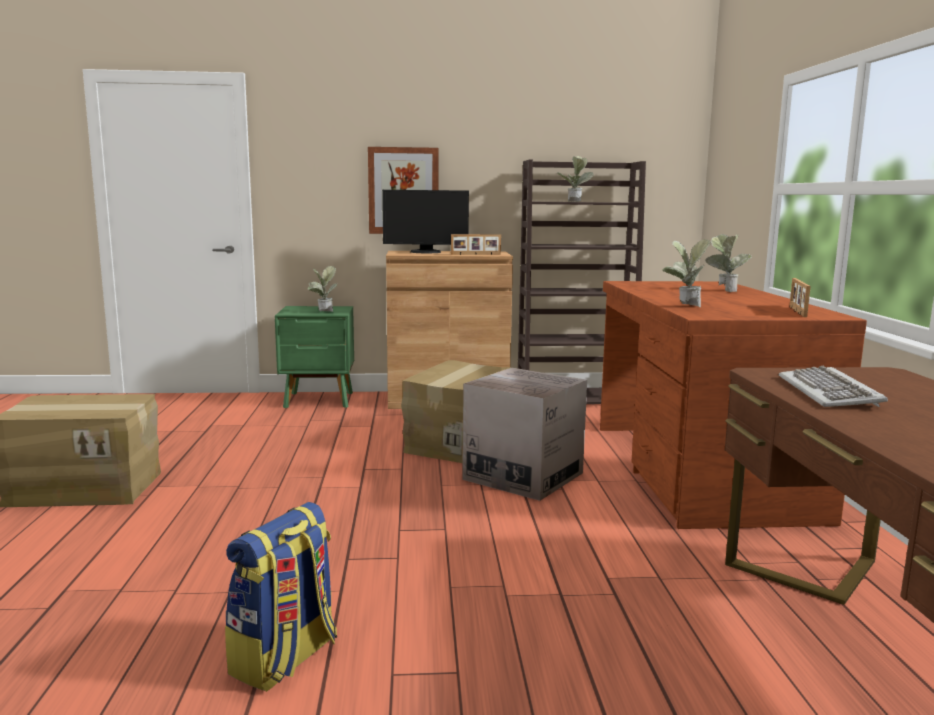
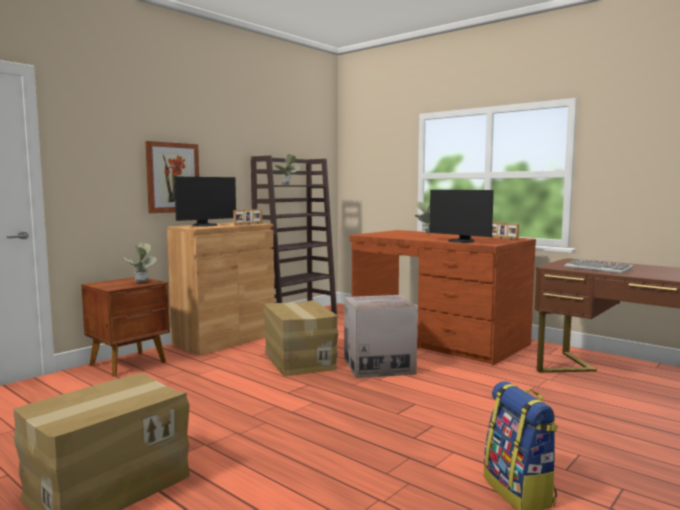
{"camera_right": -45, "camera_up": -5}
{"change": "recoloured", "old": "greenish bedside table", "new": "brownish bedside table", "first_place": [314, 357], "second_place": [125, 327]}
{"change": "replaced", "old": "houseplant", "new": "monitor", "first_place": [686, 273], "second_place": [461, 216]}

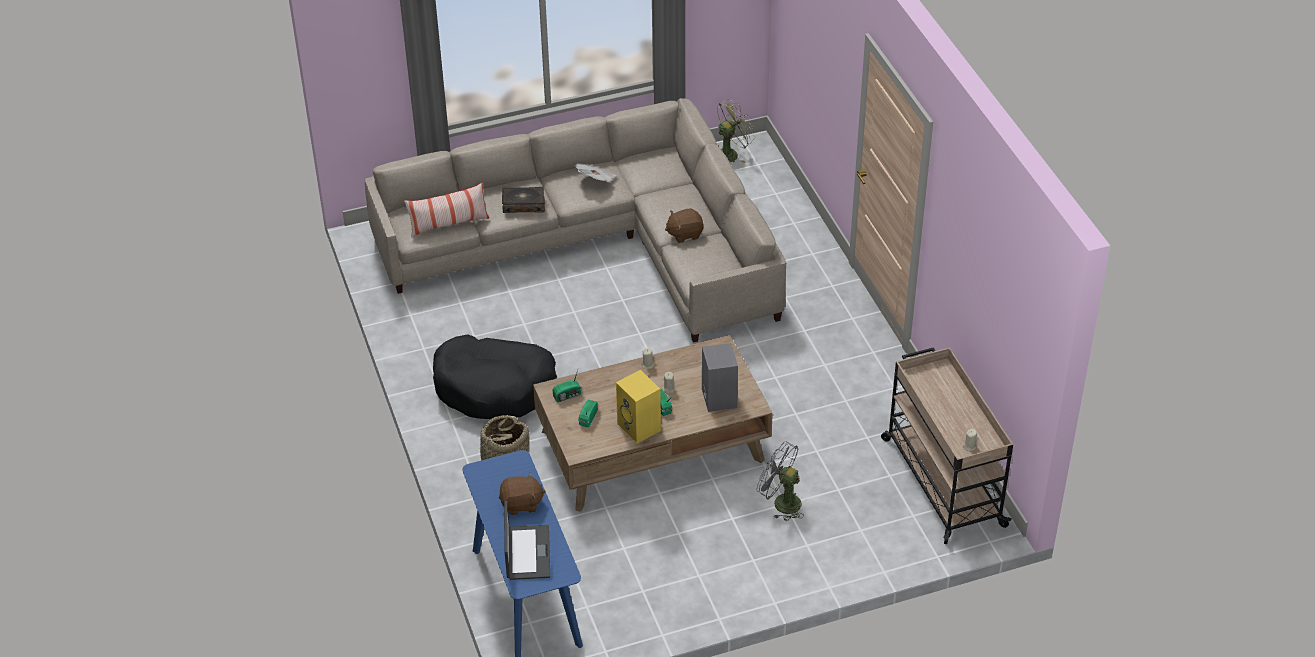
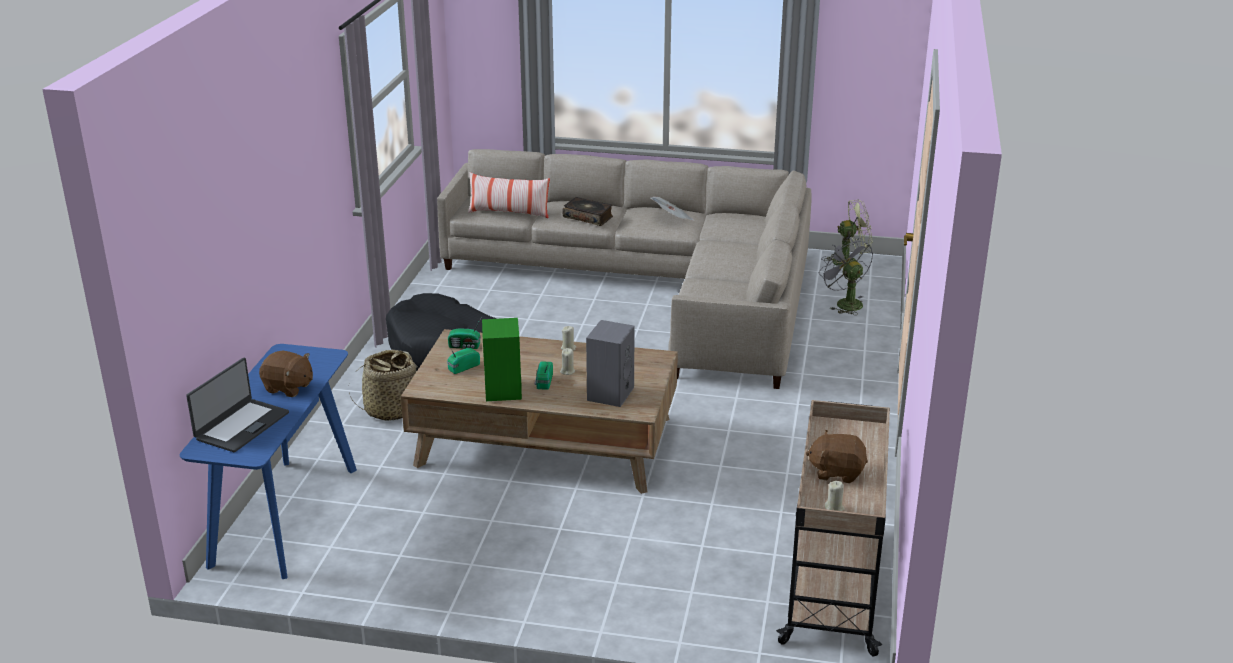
{"camera_right": 30, "camera_up": -15}
{"change": "recoloured", "old": "yellow-coloured loudspeaker", "new": "greenish loudspeaker", "first_place": [638, 407], "second_place": [502, 359]}
{"change": "moved", "old": "brownish soft toy", "first_place": [684, 225], "second_place": [837, 456]}
{"change": "moved", "old": "grey electric fan", "first_place": [780, 481], "second_place": [846, 276]}

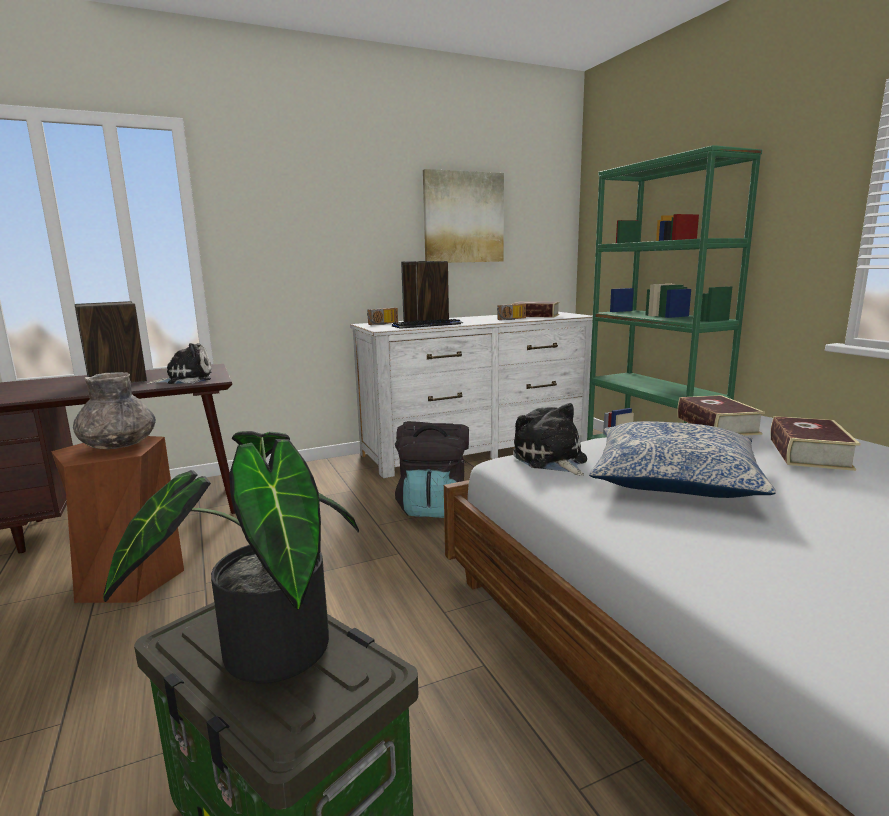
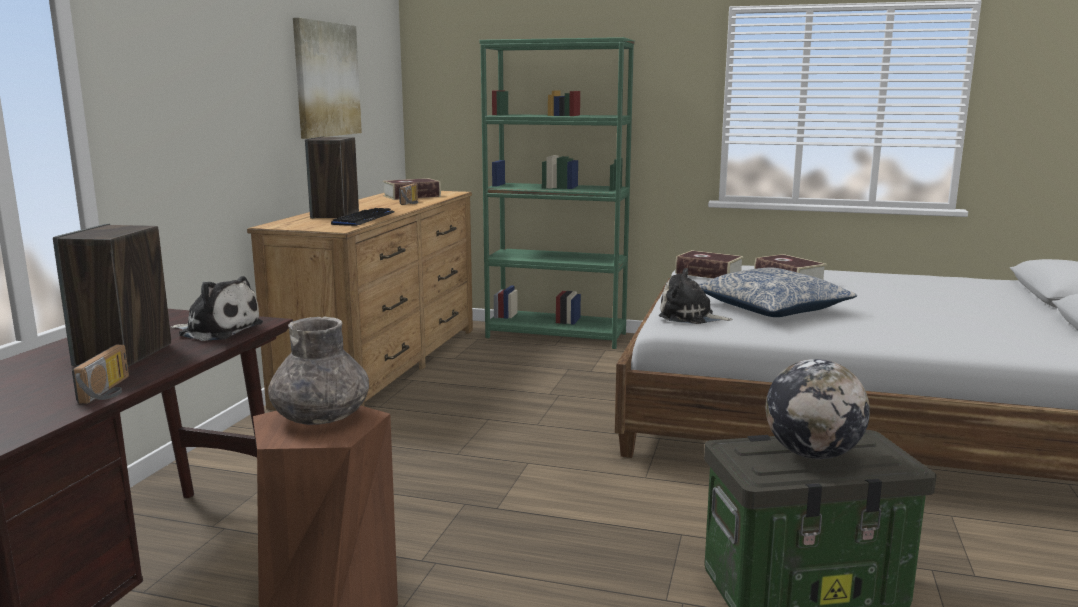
{"camera_right": -50, "camera_up": 0}
{"change": "replaced", "old": "houseplant", "new": "globe", "first_place": [231, 557], "second_place": [818, 409]}
{"change": "turned", "old": "soft toy", "first_place": [179, 363], "second_place": [216, 308], "degrees": 90}
{"change": "recoloured", "old": "white-coloured drawer chest", "new": "brownish drawer chest", "first_place": [471, 395], "second_place": [360, 301]}
{"change": "moved", "old": "radio receiver", "first_place": [382, 316], "second_place": [100, 374]}
{"change": "removed", "old": "black rucksack", "first_place": [432, 469]}

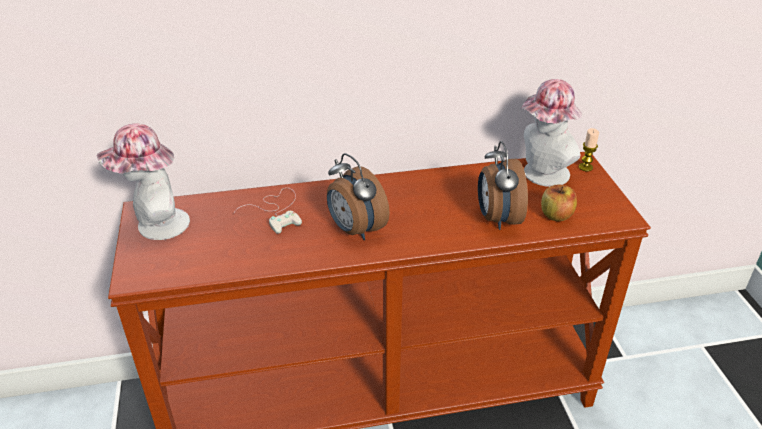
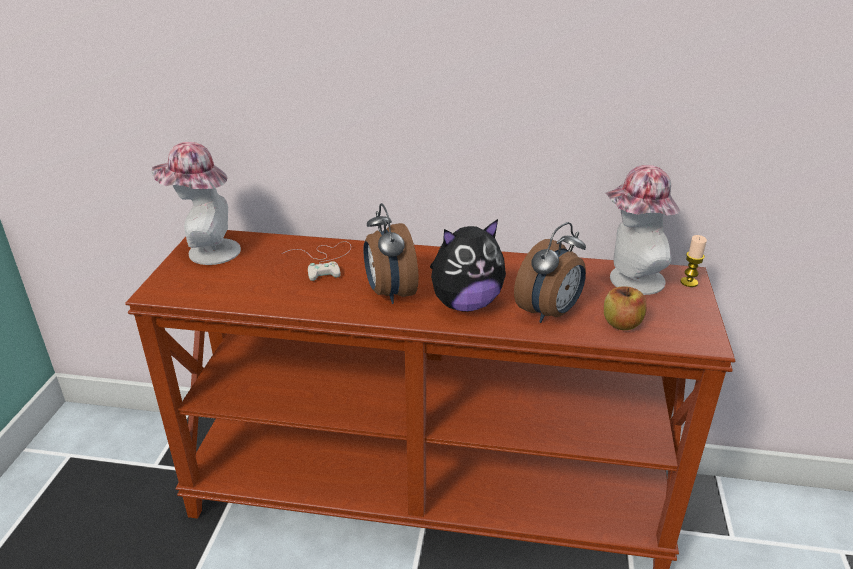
{"camera_right": 20, "camera_up": -5}
{"change": "turned", "old": "alarm clock", "first_place": [503, 185], "second_place": [550, 272], "degrees": -150}
{"change": "added", "new": "soft toy", "second_place": [468, 265]}

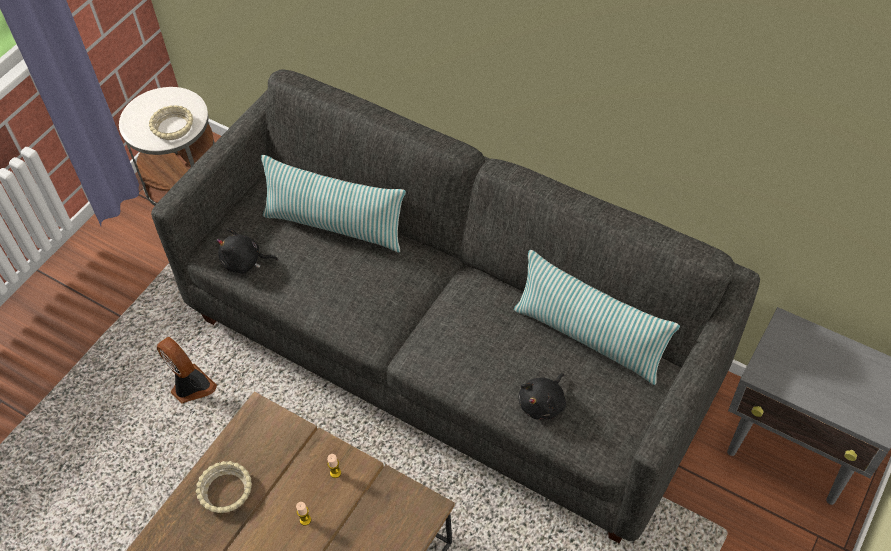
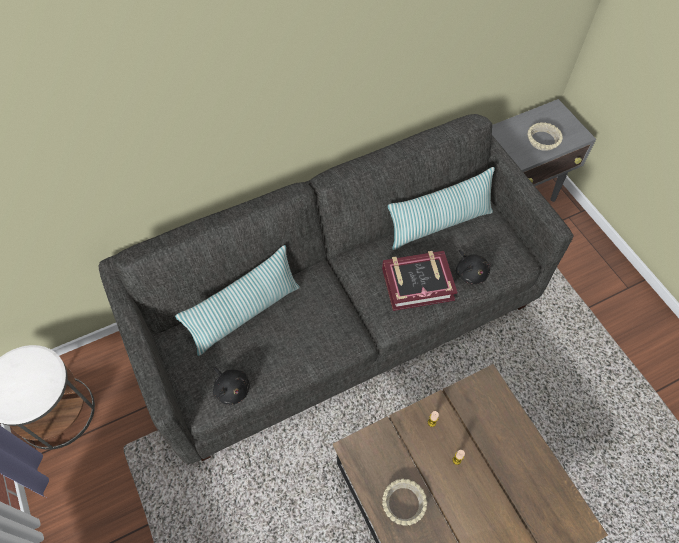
{"camera_right": -60, "camera_up": 5}
{"change": "moved", "old": "sand-coloured serving bowl", "first_place": [171, 122], "second_place": [545, 136]}
{"change": "removed", "old": "electric fan", "first_place": [187, 370]}
{"change": "turned", "old": "black soft toy", "first_place": [247, 251], "second_place": [231, 386], "degrees": -75}
{"change": "added", "new": "book", "second_place": [420, 281]}

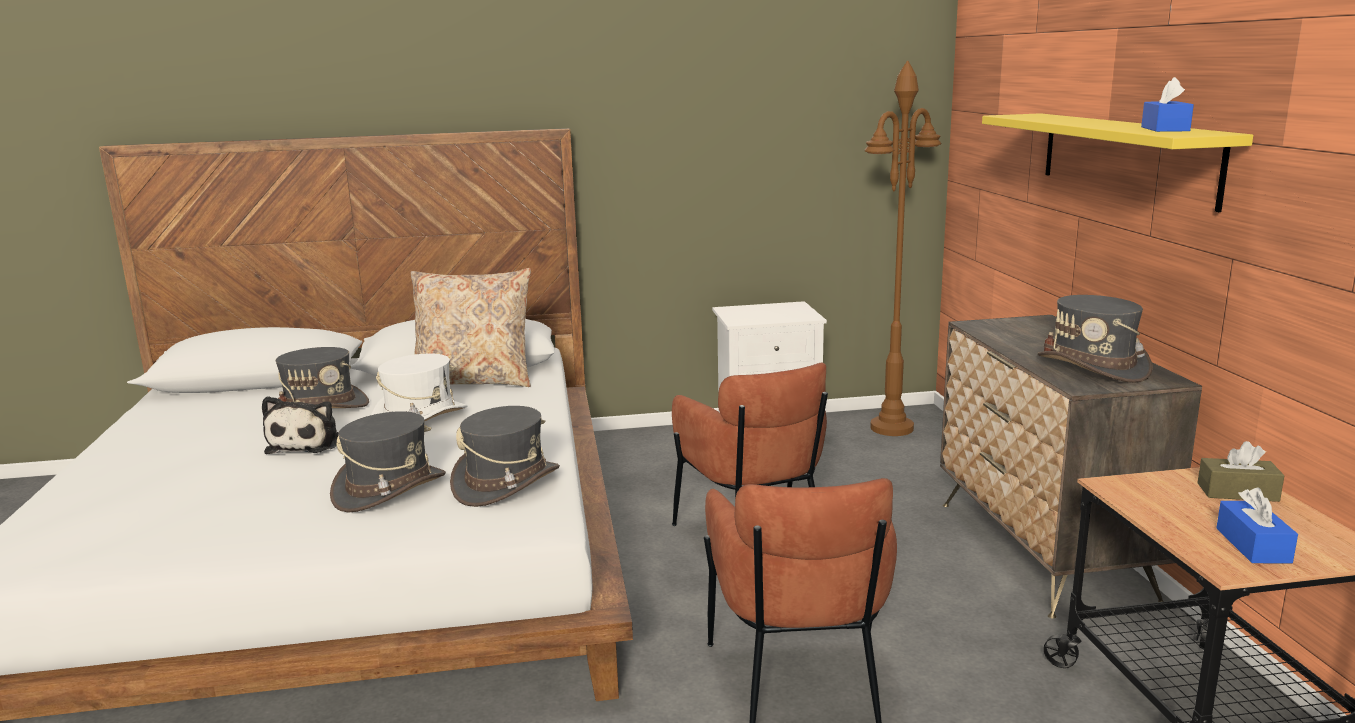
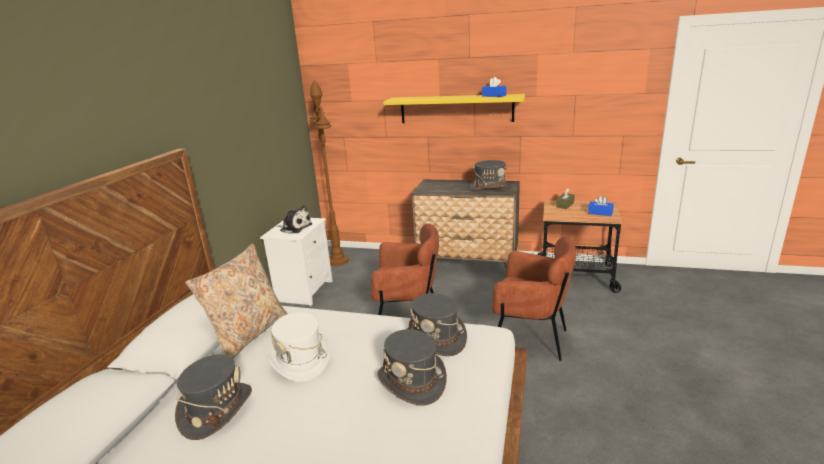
{"camera_right": -65, "camera_up": 5}
{"change": "moved", "old": "soft toy", "first_place": [300, 425], "second_place": [294, 219]}

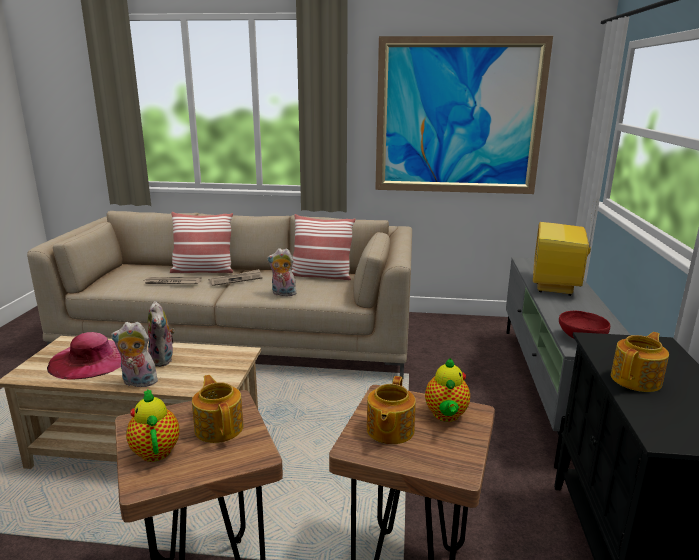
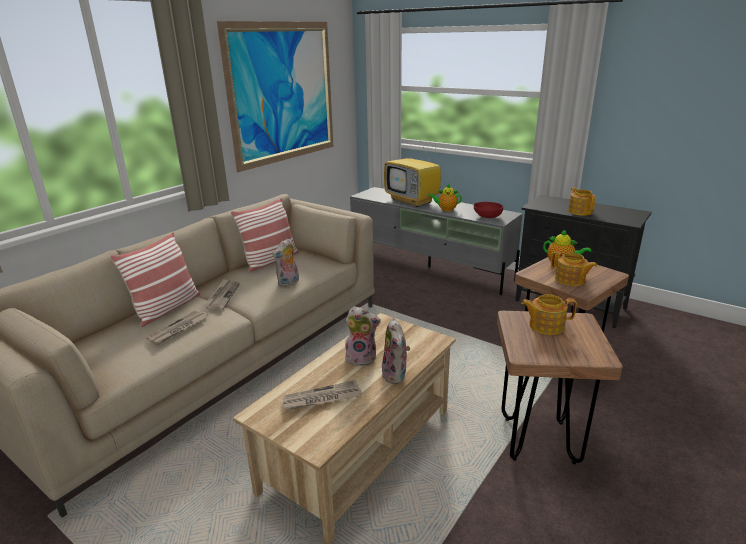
{"camera_right": -60, "camera_up": 5}
{"change": "replaced", "old": "pinkish clothing hat", "new": "printed paper", "first_place": [84, 356], "second_place": [322, 395]}
{"change": "turned", "old": "soft toy", "first_place": [136, 354], "second_place": [396, 351], "degrees": -45}
{"change": "moved", "old": "pot for tea", "first_place": [152, 425], "second_place": [445, 198]}

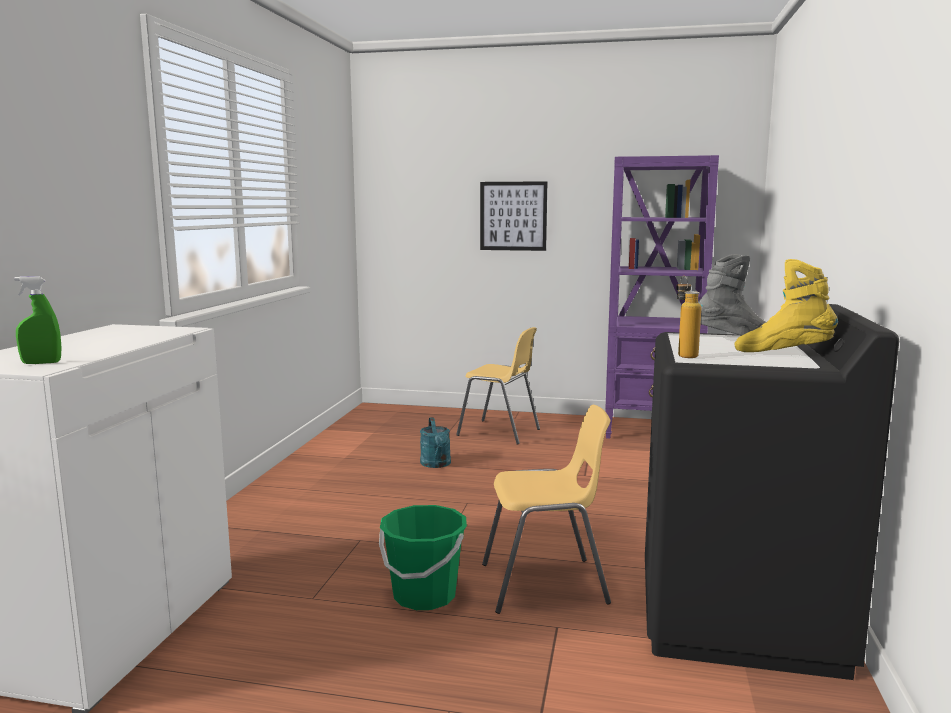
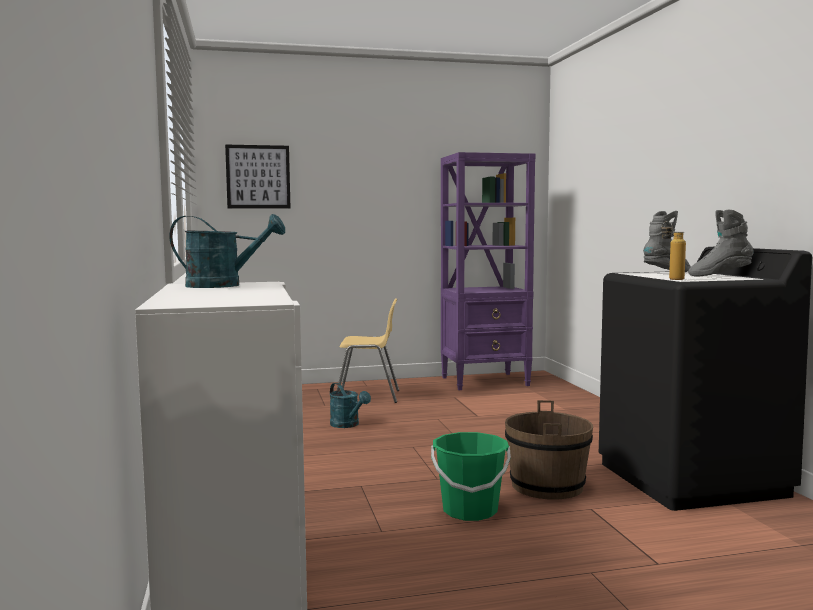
{"camera_right": -25, "camera_up": -5}
{"change": "removed", "old": "greenish spray bottle", "first_place": [38, 320]}
{"change": "moved", "old": "wall picture", "first_place": [513, 216], "second_place": [257, 176]}
{"change": "replaced", "old": "yellow-coloured chair", "new": "brownish bucket", "first_place": [546, 509], "second_place": [549, 450]}
{"change": "recoloured", "old": "yellow-coloured tall boot", "new": "grey tall boot", "first_place": [786, 305], "second_place": [721, 243]}
{"change": "added", "new": "blue-green watering can", "second_place": [227, 251]}

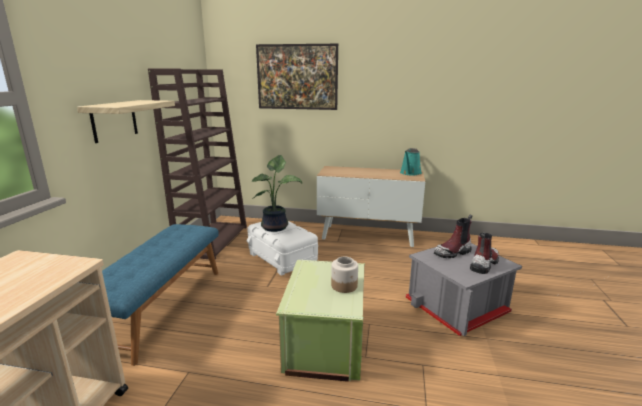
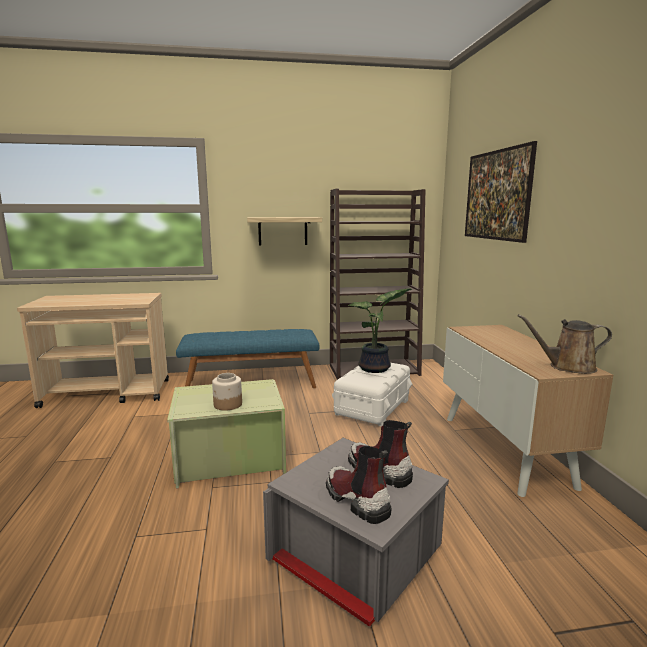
{"camera_right": 70, "camera_up": -5}
{"change": "recoloured", "old": "blue-green watering can", "new": "brownish watering can", "first_place": [411, 162], "second_place": [565, 344]}
{"change": "turned", "old": "tall boot", "first_place": [484, 253], "second_place": [359, 485], "degrees": -150}

